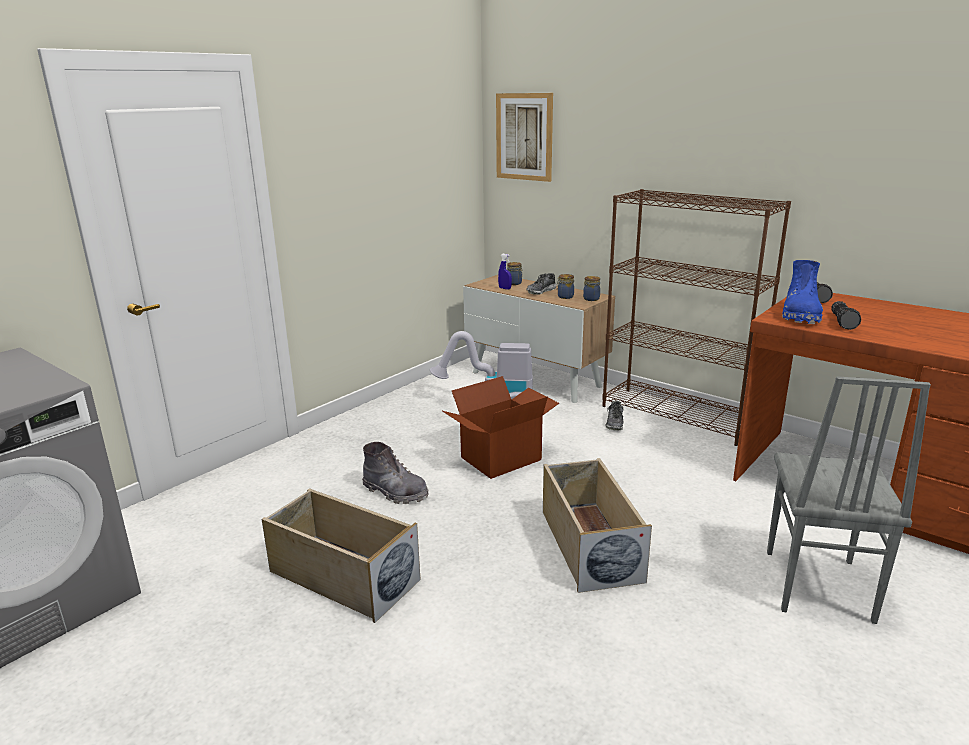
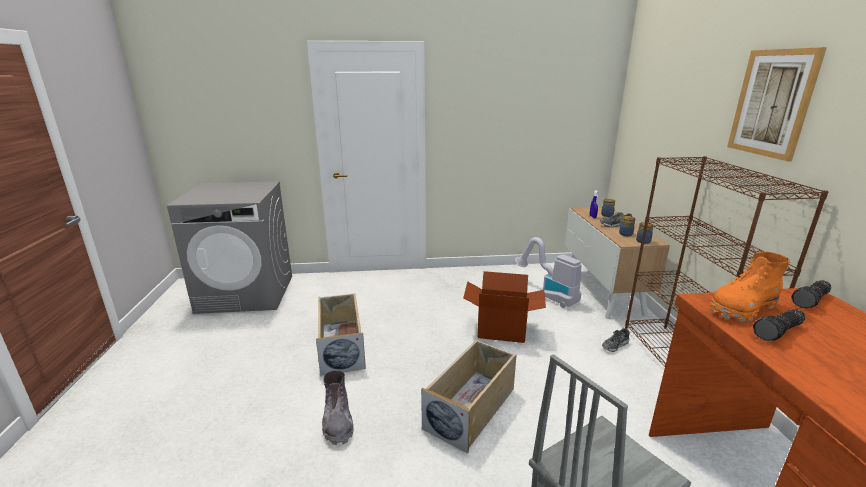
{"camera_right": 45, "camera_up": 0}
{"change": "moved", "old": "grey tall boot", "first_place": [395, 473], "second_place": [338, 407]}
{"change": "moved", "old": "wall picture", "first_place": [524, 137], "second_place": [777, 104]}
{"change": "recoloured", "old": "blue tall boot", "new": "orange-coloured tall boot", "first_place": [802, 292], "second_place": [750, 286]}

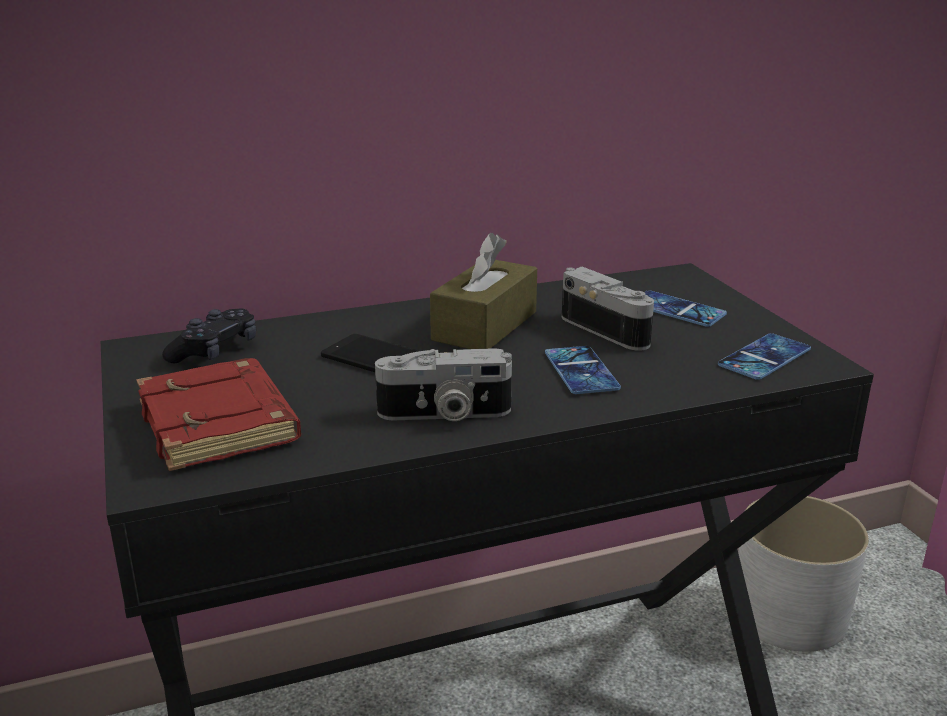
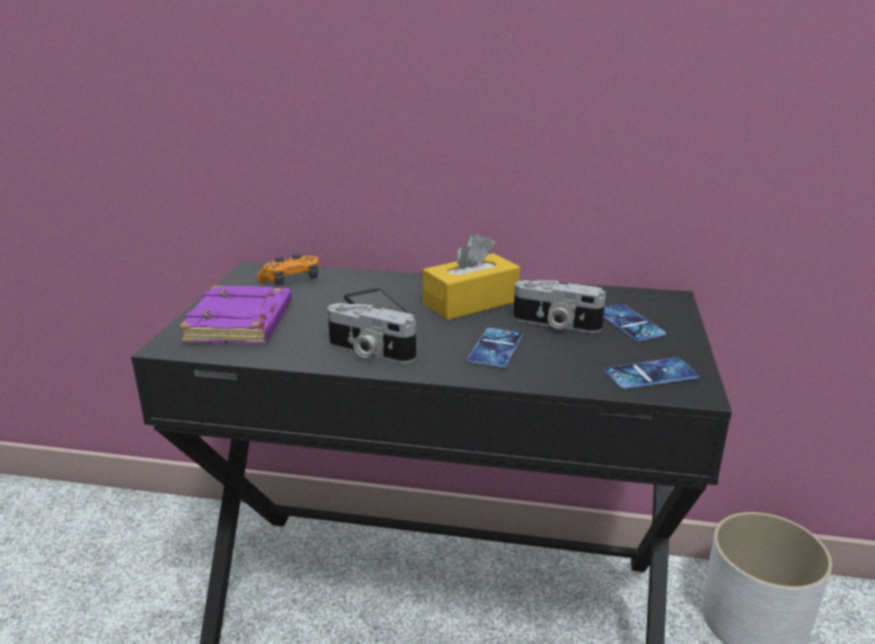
{"camera_right": 30, "camera_up": 0}
{"change": "recoloured", "old": "red book", "new": "purple book", "first_place": [218, 414], "second_place": [235, 314]}
{"change": "recoloured", "old": "black joypad", "new": "orange-coloured joypad", "first_place": [209, 335], "second_place": [288, 269]}
{"change": "recoloured", "old": "brownish tissue holder", "new": "yellow-coloured tissue holder", "first_place": [483, 291], "second_place": [471, 276]}
{"change": "turned", "old": "photo camera", "first_place": [608, 309], "second_place": [559, 306], "degrees": 120}

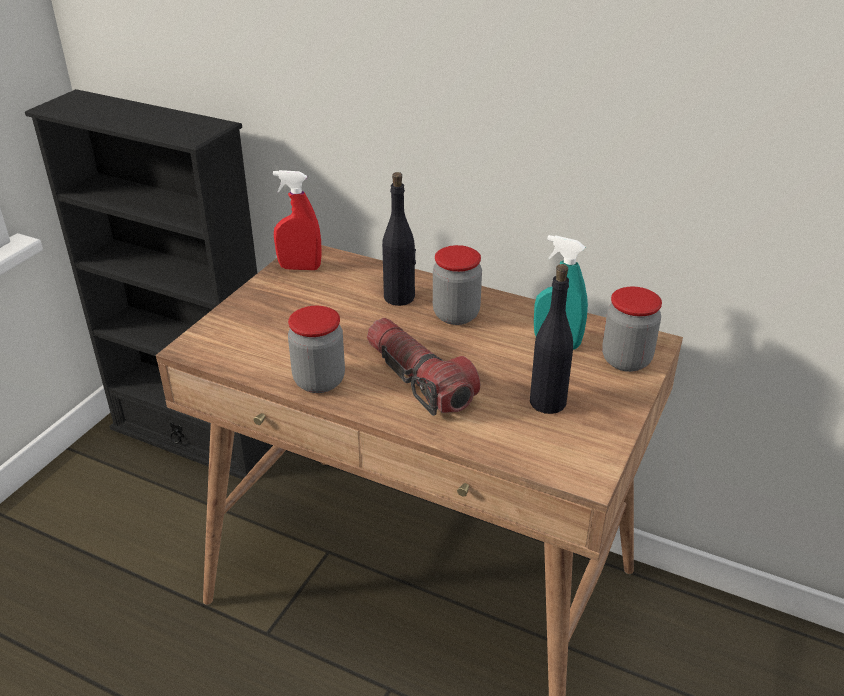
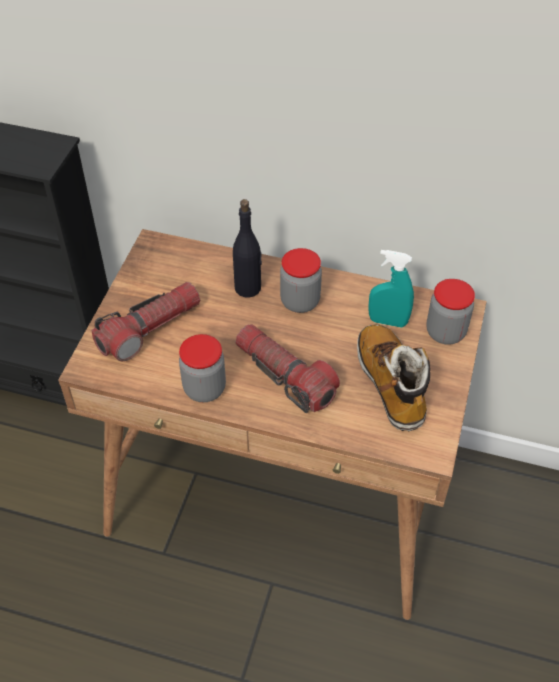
{"camera_right": -10, "camera_up": 15}
{"change": "removed", "old": "red spray bottle", "first_place": [297, 220]}
{"change": "replaced", "old": "black beverage bottle", "new": "tall boot", "first_place": [551, 339], "second_place": [394, 378]}
{"change": "added", "new": "hand torch", "second_place": [145, 321]}

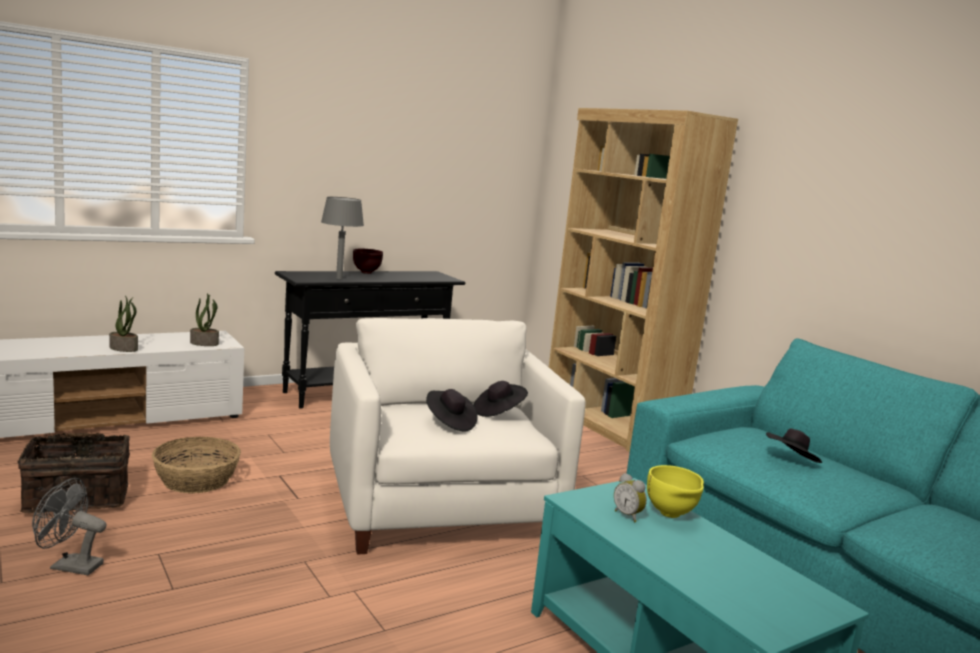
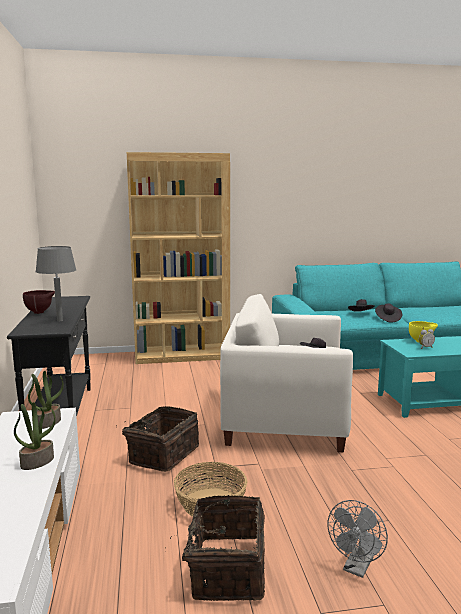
{"camera_right": -65, "camera_up": 0}
{"change": "moved", "old": "black clothing hat", "first_place": [501, 399], "second_place": [388, 312]}
{"change": "added", "new": "household basket", "second_place": [157, 439]}

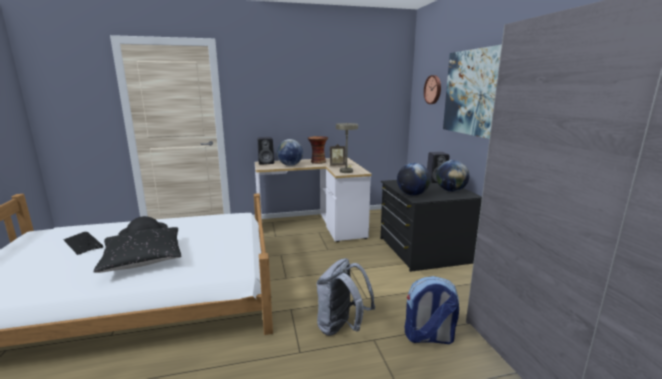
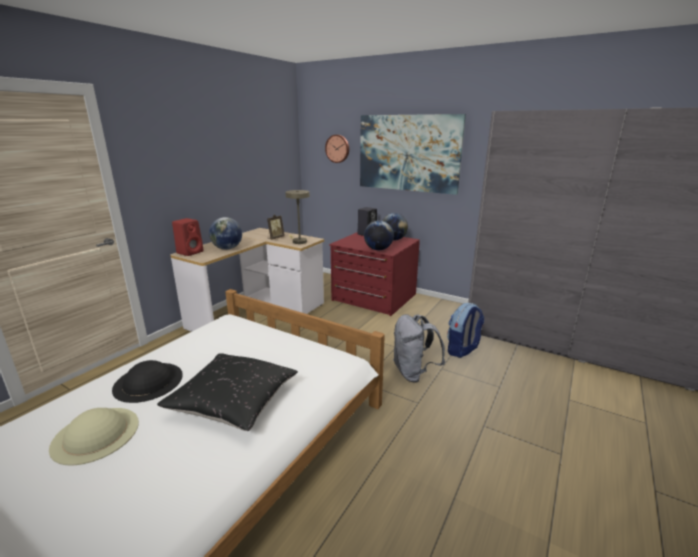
{"camera_right": -45, "camera_up": 5}
{"change": "replaced", "old": "keyboard", "new": "sand-coloured clothing hat", "first_place": [83, 243], "second_place": [94, 437]}
{"change": "recoloured", "old": "black loudspeaker", "new": "red loudspeaker", "first_place": [266, 151], "second_place": [187, 237]}
{"change": "removed", "old": "vase", "first_place": [318, 150]}
{"change": "recoloured", "old": "black drawer chest", "new": "red drawer chest", "first_place": [431, 226], "second_place": [374, 274]}

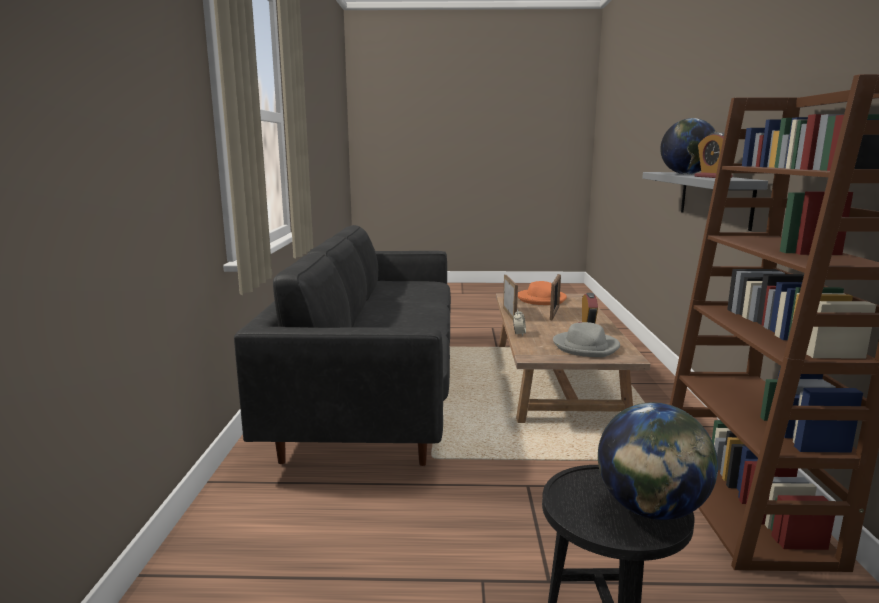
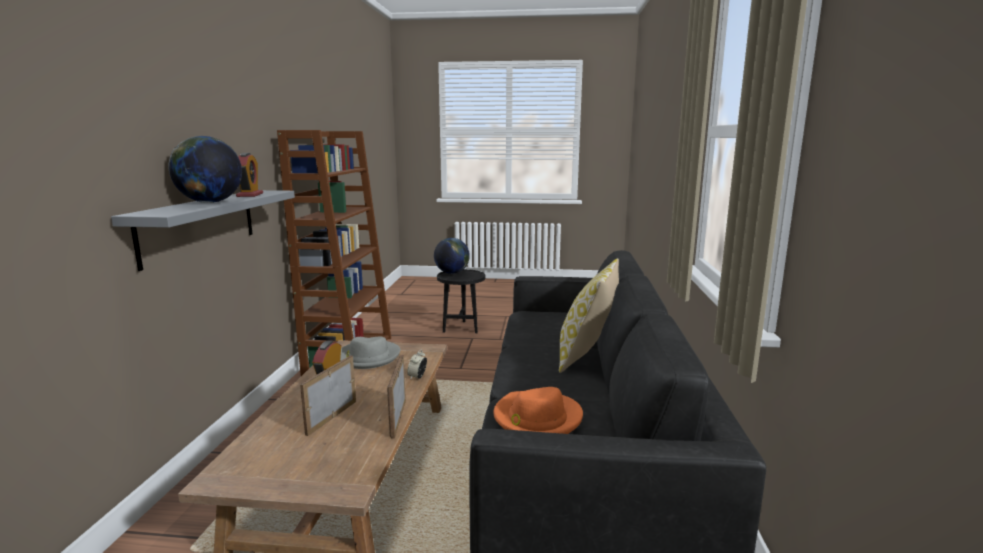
{"camera_right": -175, "camera_up": 0}
{"change": "moved", "old": "orange-coloured clothing hat", "first_place": [542, 293], "second_place": [538, 410]}
{"change": "added", "new": "pillow", "second_place": [589, 315]}

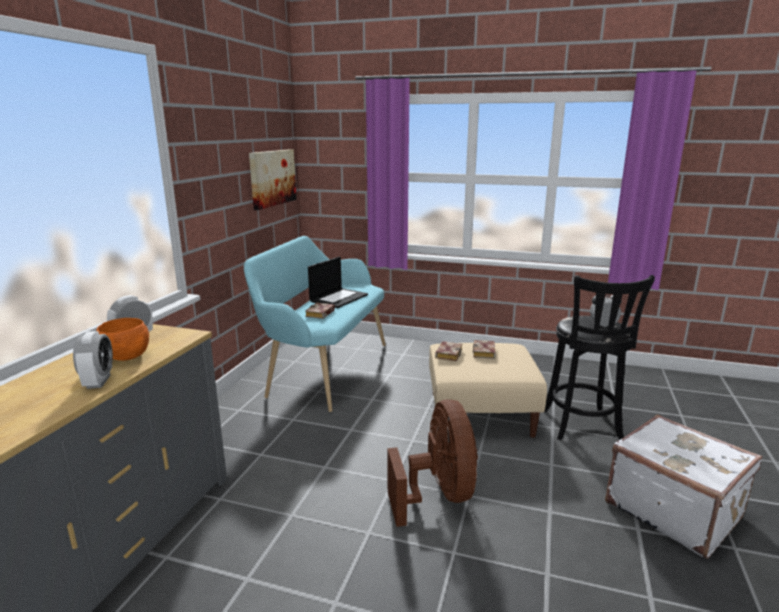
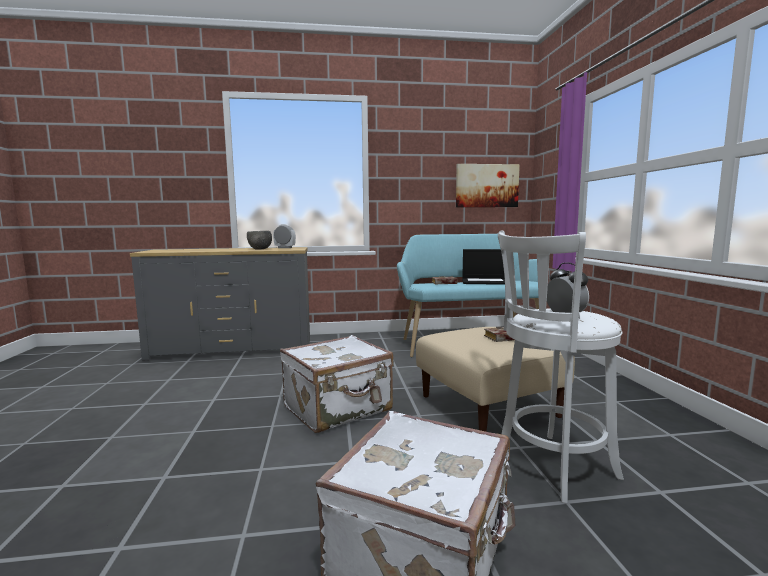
{"camera_right": 65, "camera_up": -10}
{"change": "removed", "old": "alarm clock", "first_place": [93, 360]}
{"change": "recoloured", "old": "orange-coloured serving bowl", "new": "grey serving bowl", "first_place": [122, 339], "second_place": [259, 240]}
{"change": "replaced", "old": "brownish electric fan", "new": "white-coloured piece of luggage", "first_place": [433, 463], "second_place": [336, 384]}
{"change": "removed", "old": "book", "first_place": [448, 351]}
{"change": "recoloured", "old": "black stool", "new": "white-coloured stool", "first_place": [599, 357], "second_place": [561, 367]}

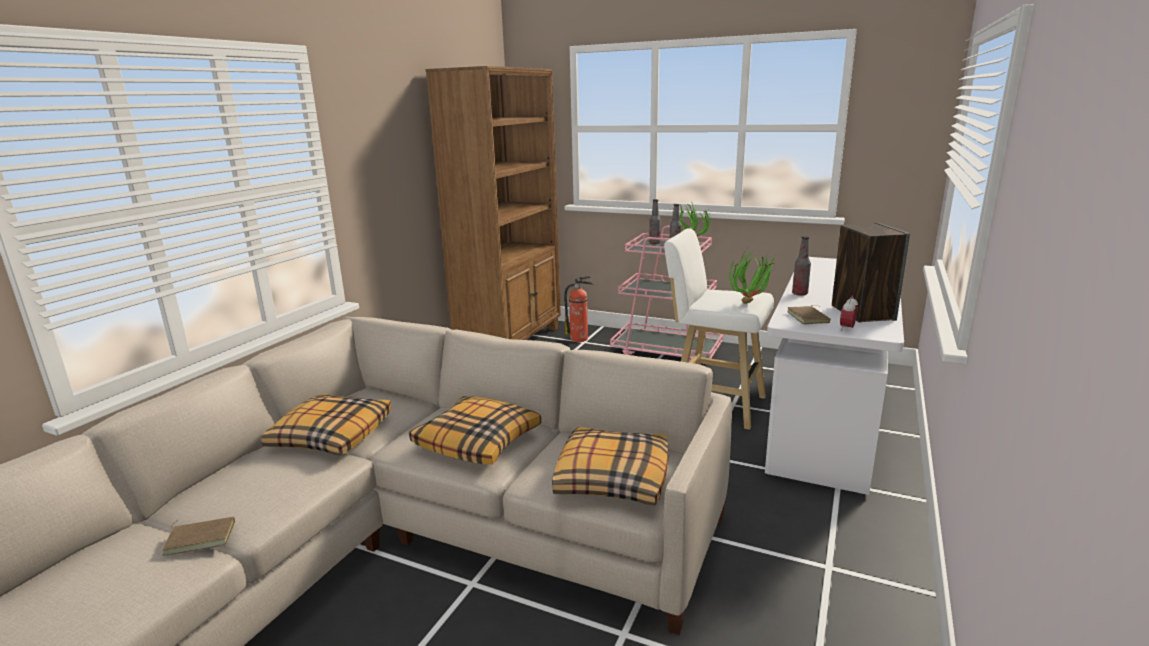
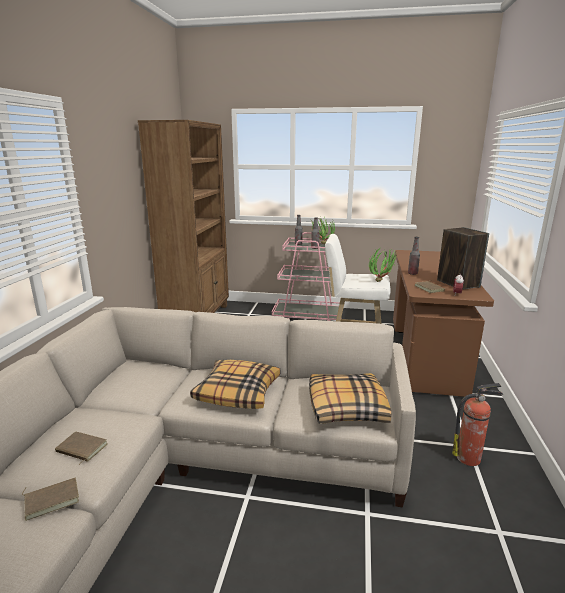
{"camera_right": -15, "camera_up": 0}
{"change": "removed", "old": "pillow", "first_place": [326, 425]}
{"change": "moved", "old": "fire extinguisher", "first_place": [579, 309], "second_place": [477, 424]}
{"change": "recoloured", "old": "white-coloured desk unit", "new": "brownish desk unit", "first_place": [834, 376], "second_place": [443, 323]}
{"change": "added", "new": "brownish book", "second_place": [81, 448]}

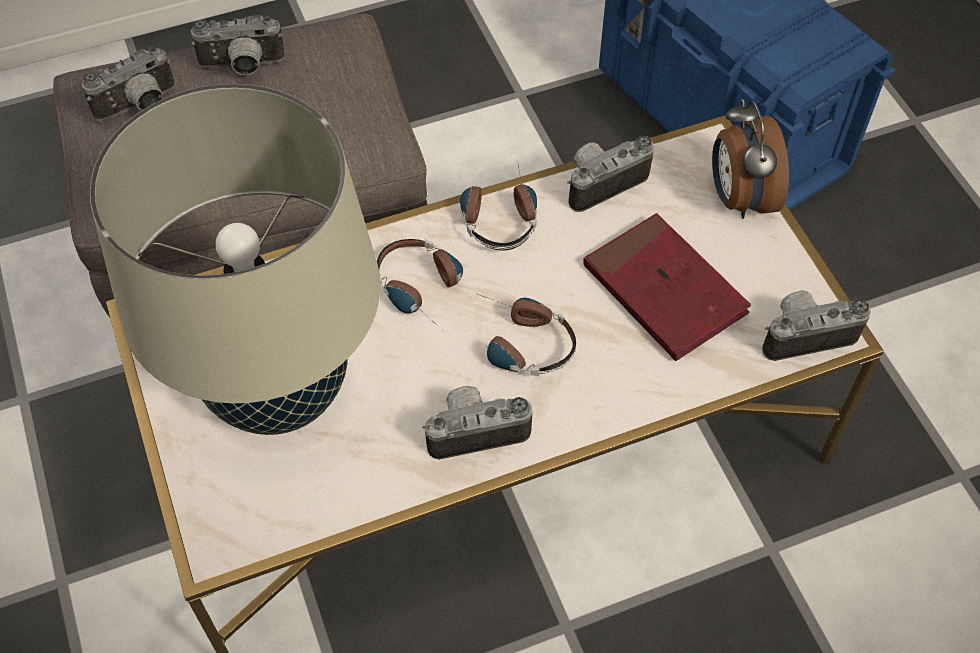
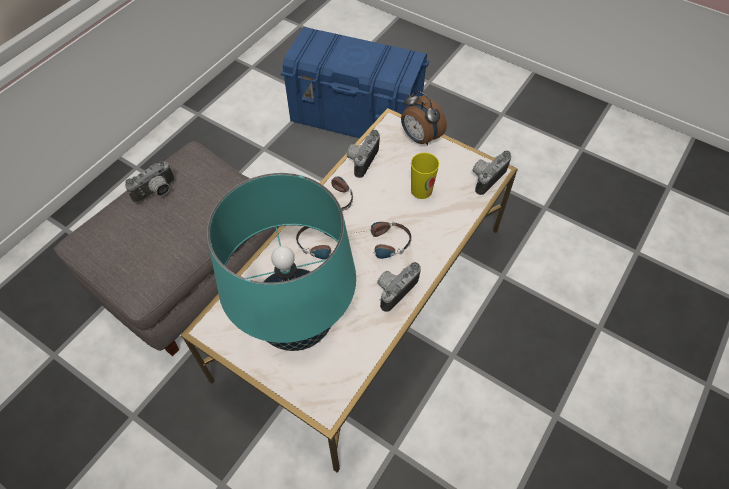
{"camera_right": -35, "camera_up": 0}
{"change": "removed", "old": "photo camera", "first_place": [128, 84]}
{"change": "recoloured", "old": "sand-coloured lamp for a table", "new": "blue-green lamp for a table", "first_place": [235, 259], "second_place": [281, 262]}
{"change": "replaced", "old": "red book", "new": "small cup", "first_place": [667, 287], "second_place": [425, 175]}

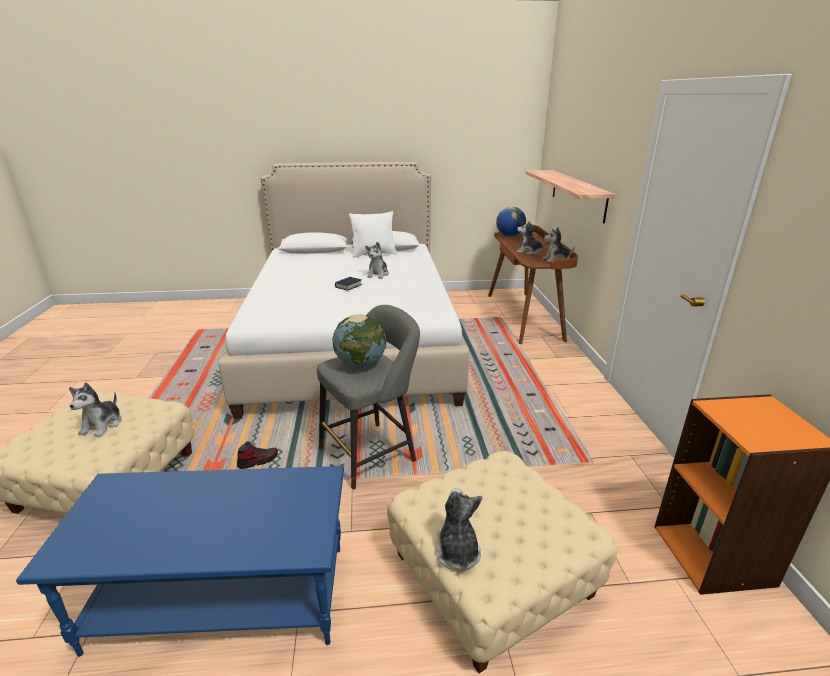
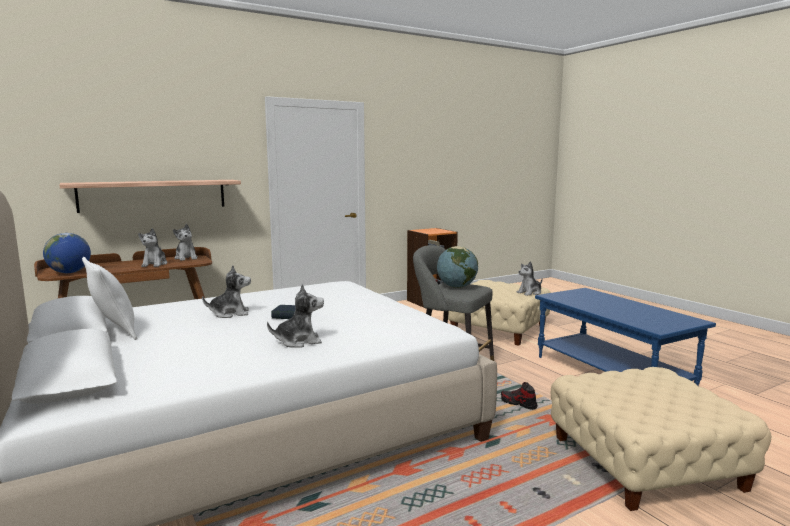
{"camera_right": -115, "camera_up": -15}
{"change": "moved", "old": "soft toy", "first_place": [95, 409], "second_place": [295, 316]}

